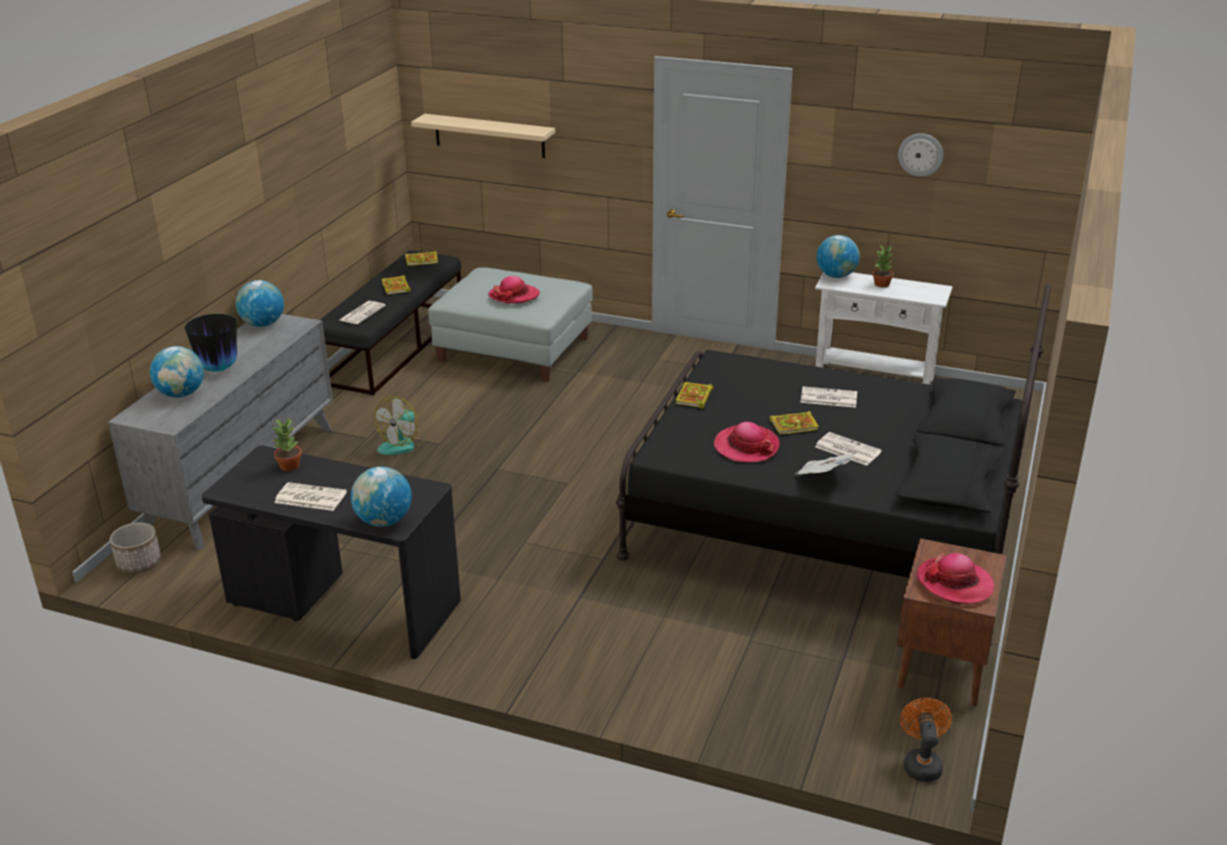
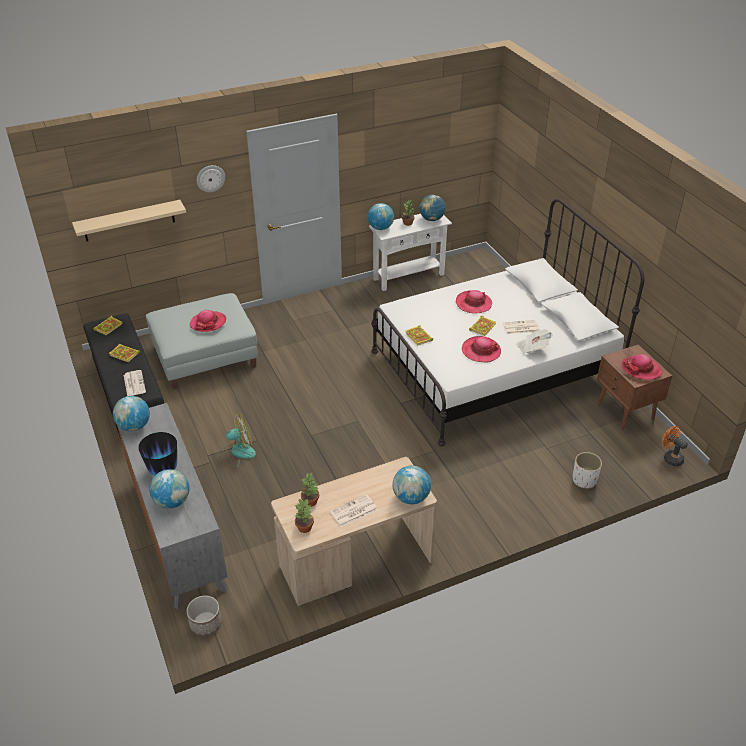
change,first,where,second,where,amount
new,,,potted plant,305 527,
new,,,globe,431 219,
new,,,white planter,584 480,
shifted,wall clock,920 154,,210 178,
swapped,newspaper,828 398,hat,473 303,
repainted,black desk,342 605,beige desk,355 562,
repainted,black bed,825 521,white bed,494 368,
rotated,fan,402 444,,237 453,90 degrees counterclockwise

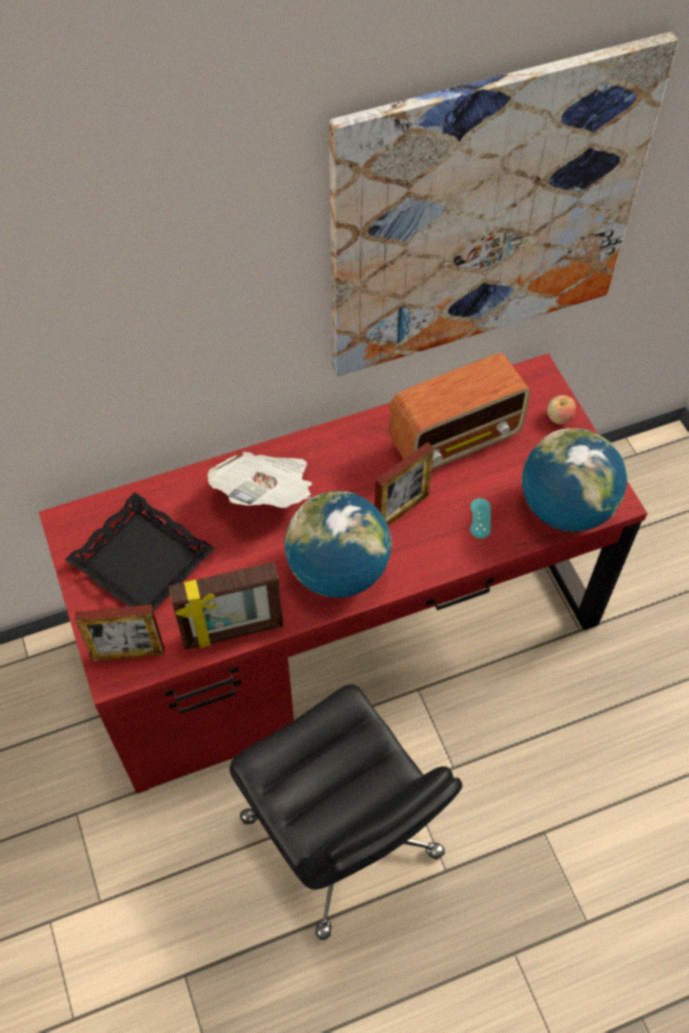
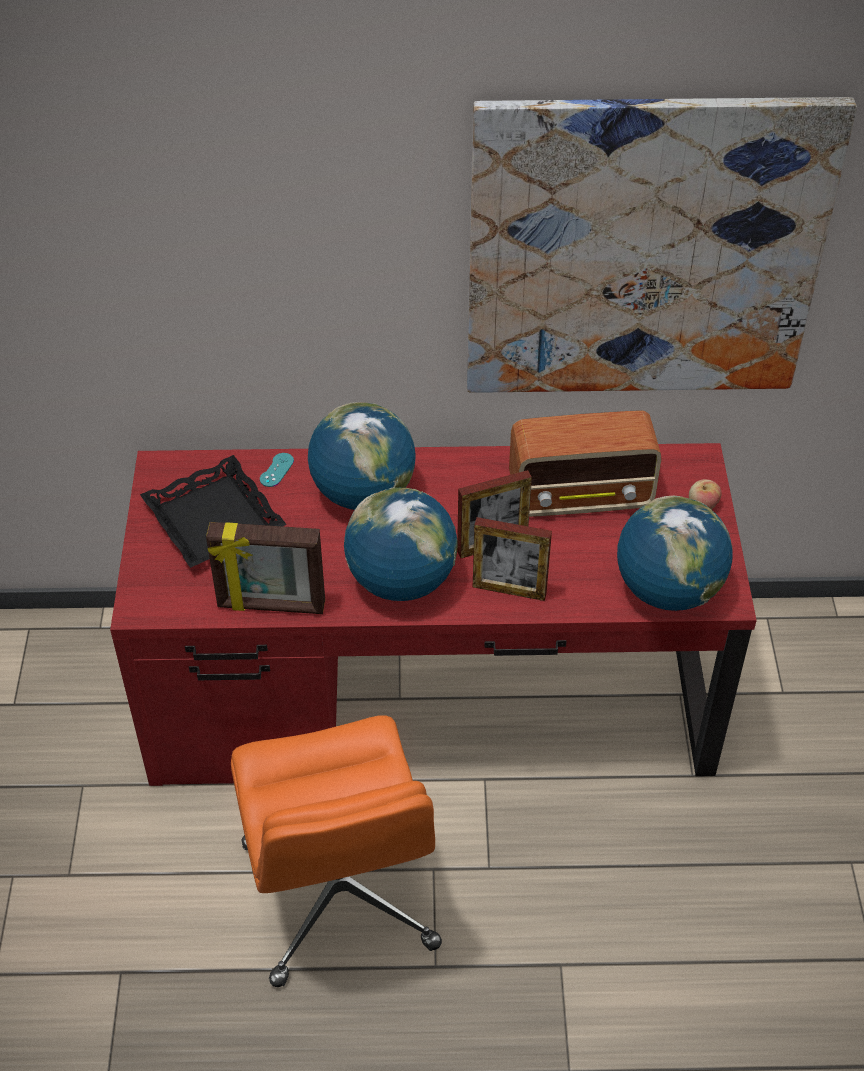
change,first,where,second,where,amount
shifted,picture frame,128 653,,509 590,
shifted,turquoise game controller,480 518,,276 470,
swapped,newspaper,266 494,globe,363 494,
repainted,black office chair,343 837,orange office chair,341 897,

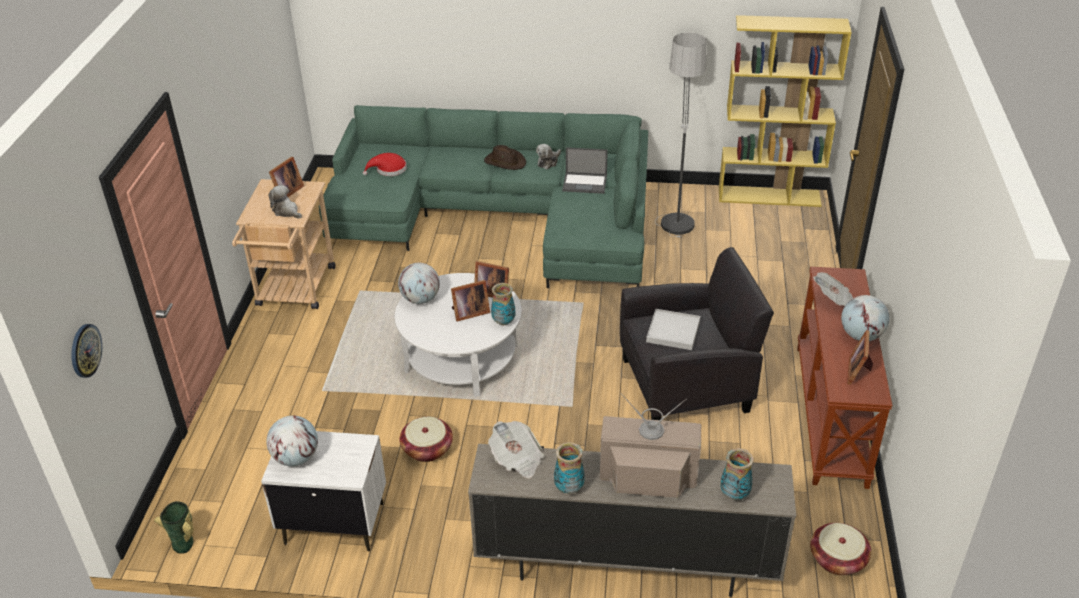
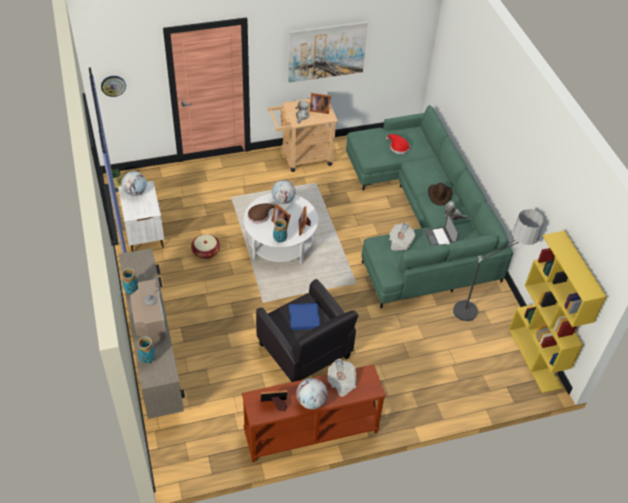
change,first,where,second,where,amount
gone,basket,837 559,,,
new,,,brown hat,260 215,
new,,,picture,326 51,
shifted,newspaper,517 459,,400 242,
repainted,white tray,673 331,blue tray,304 317,

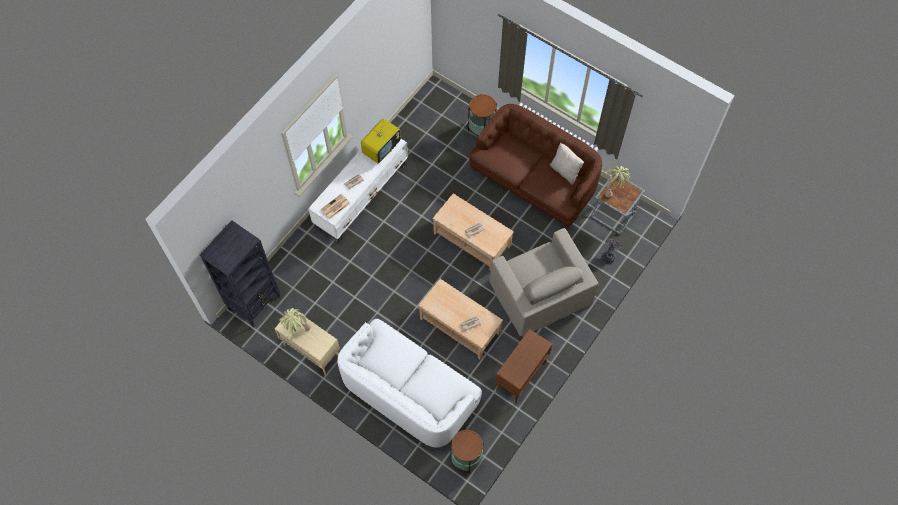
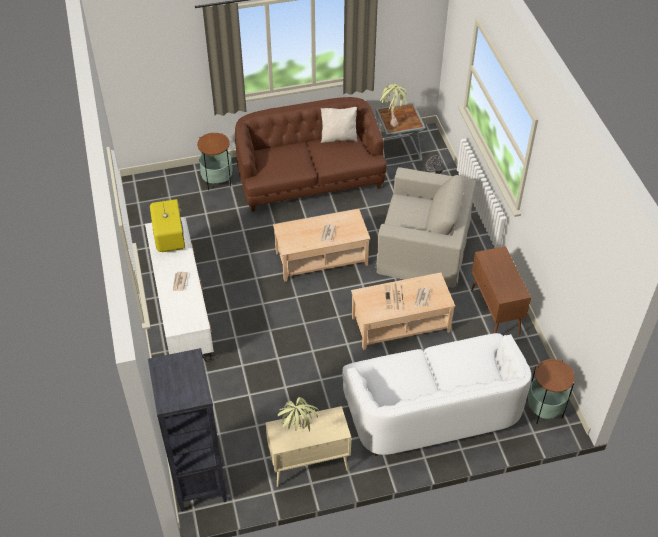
change,first,where,second,where,amount
shifted,newspaper,335 207,,394 298,

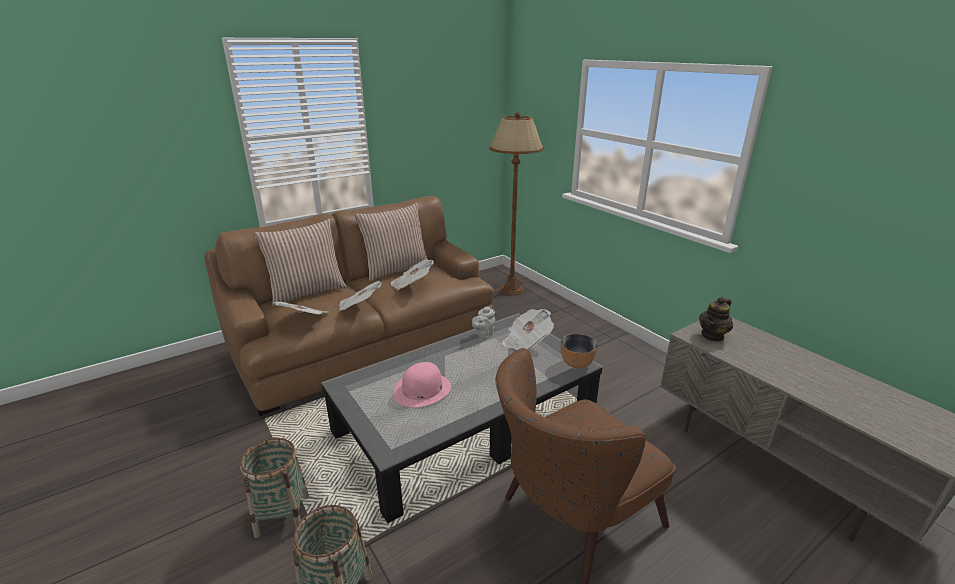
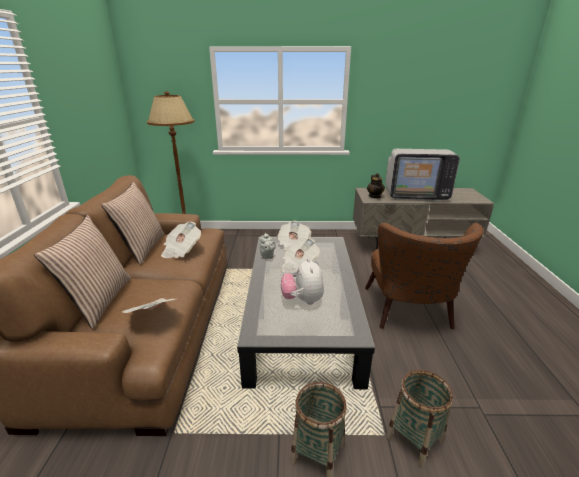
change,first,where,second,where,amount
gone,bowl,576 364,,,
new,,,television,415 195,
shifted,newspaper,359 307,,298 265,
swapped,pink hat,422 389,plush toy,302 300,

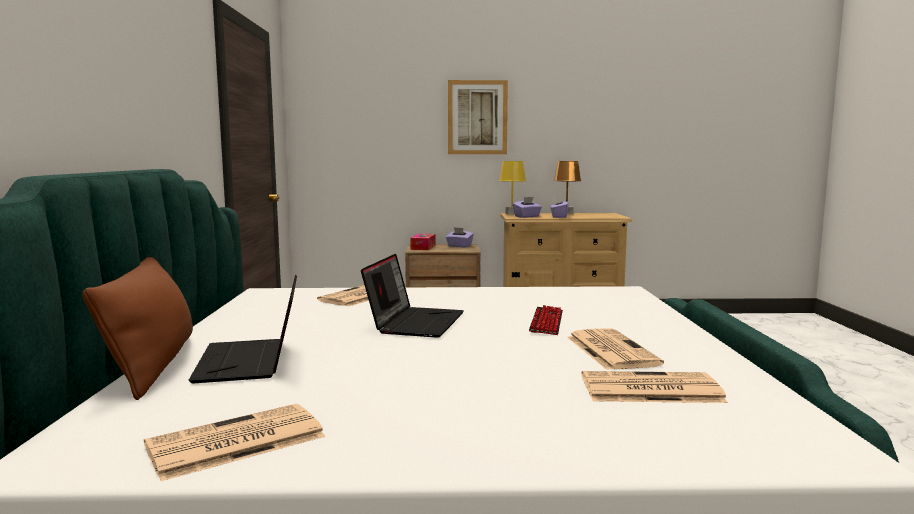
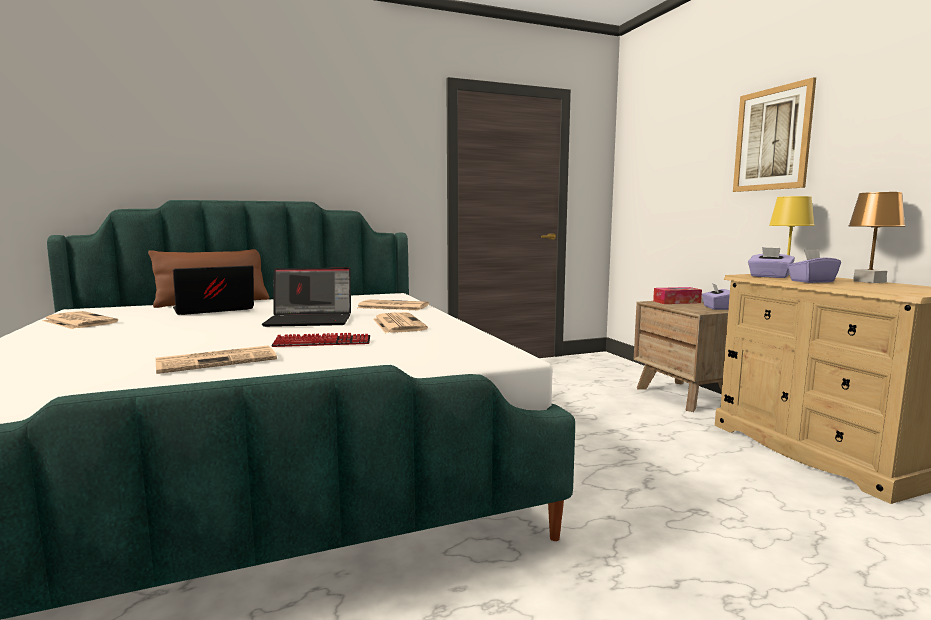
change,first,where,second,where,amount
shifted,newspaper,648 389,,398 324,

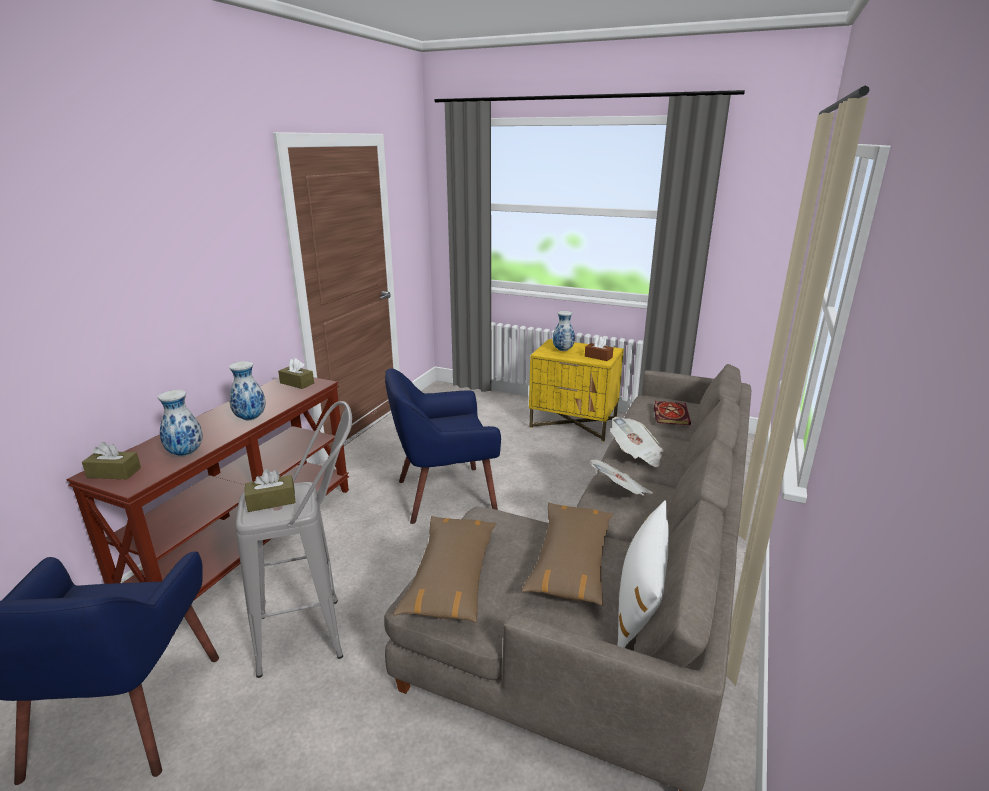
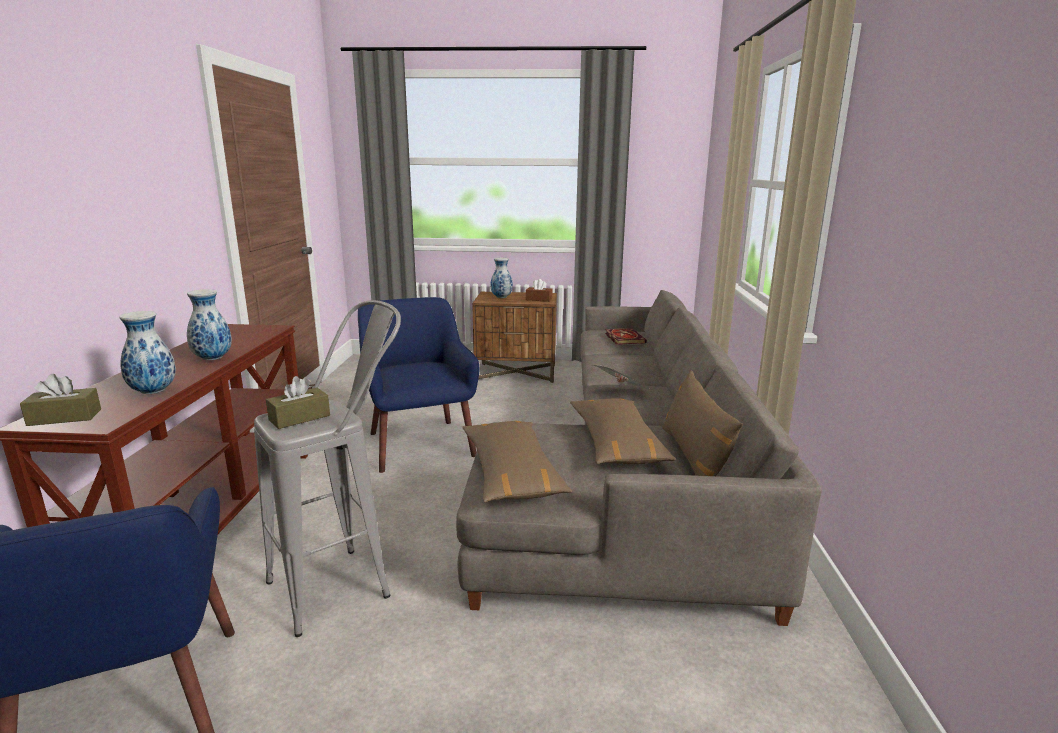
change,first,where,second,where,amount
gone,brown tissue box,297 383,,,
gone,newspaper,636 454,,,
repainted,yellow nightstand,574 423,brown nightstand,516 373,
repainted,white pillow,640 599,brown pillow,694 459,
rotated,blue armchair,444 494,,419 444,105 degrees clockwise

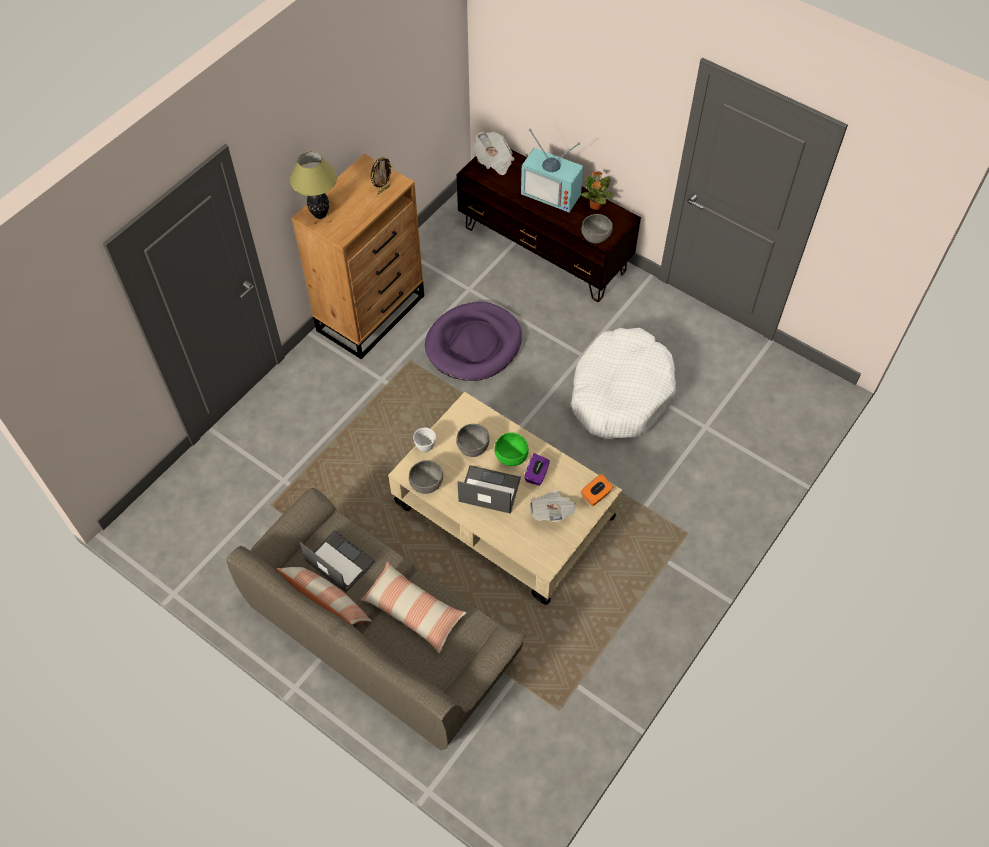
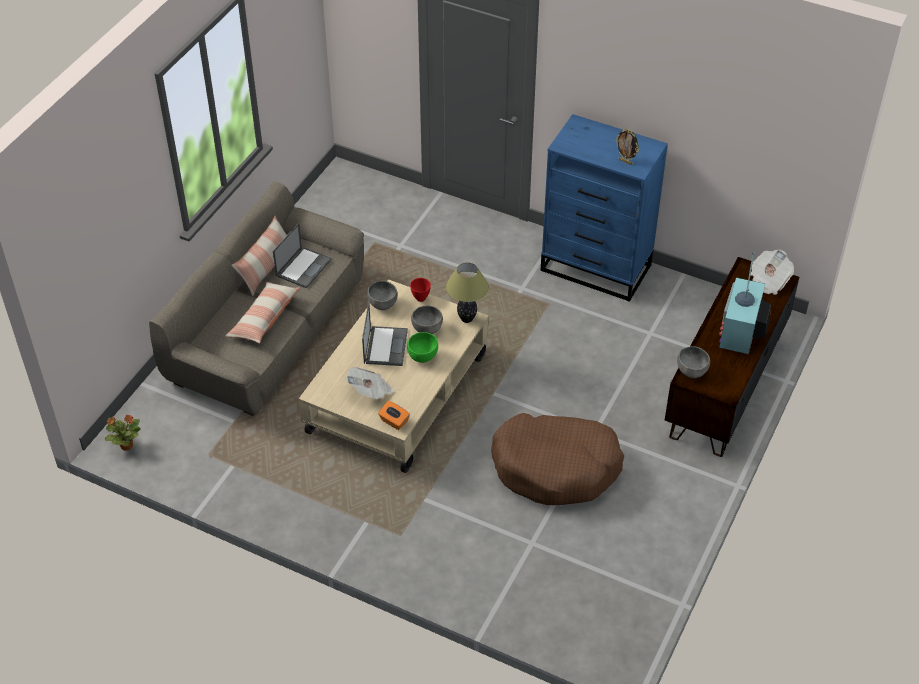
change,first,where,second,where,amount
gone,purple dog bed,474 344,,,
gone,purple tissue box,536 475,,,
shifted,table lamp,319 214,,467 319,
shifted,potted plant,595 206,,126 445,
repainted,brown dresser,371 312,blue dresser,596 268,
repainted,white bowl,425 448,red bowl,420 298,
repainted,white dog bed,621 392,brown dog bed,556 467,

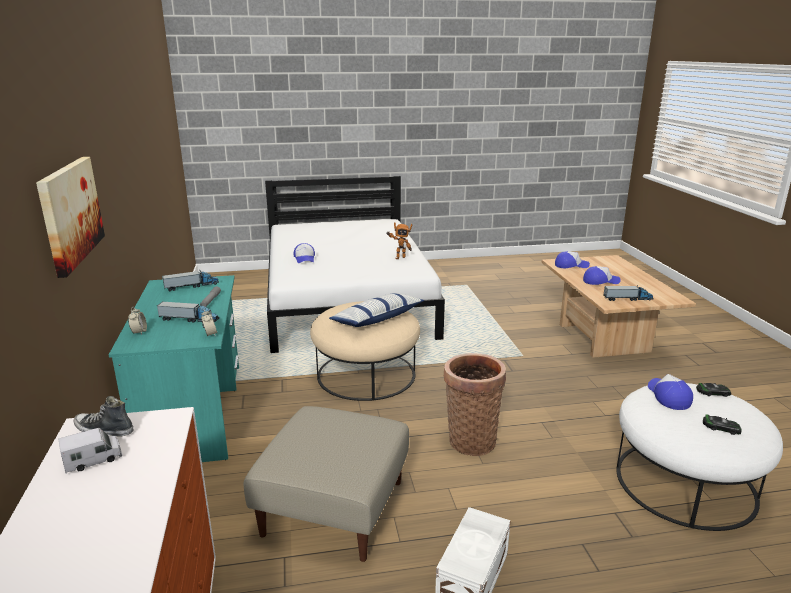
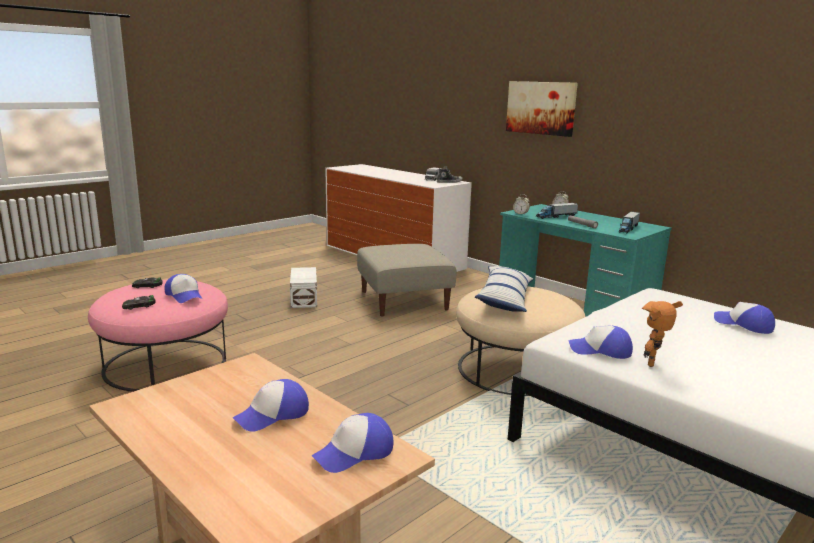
change,first,where,second,where,amount
gone,basket,470 439,,,
gone,toy truck,627 299,,,
new,,,cap,600 350,
repainted,white ottoman,684 482,pink ottoman,166 364,

